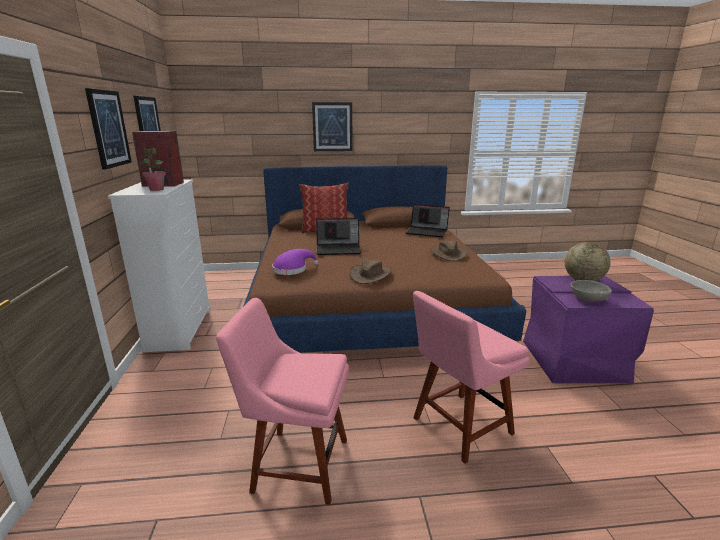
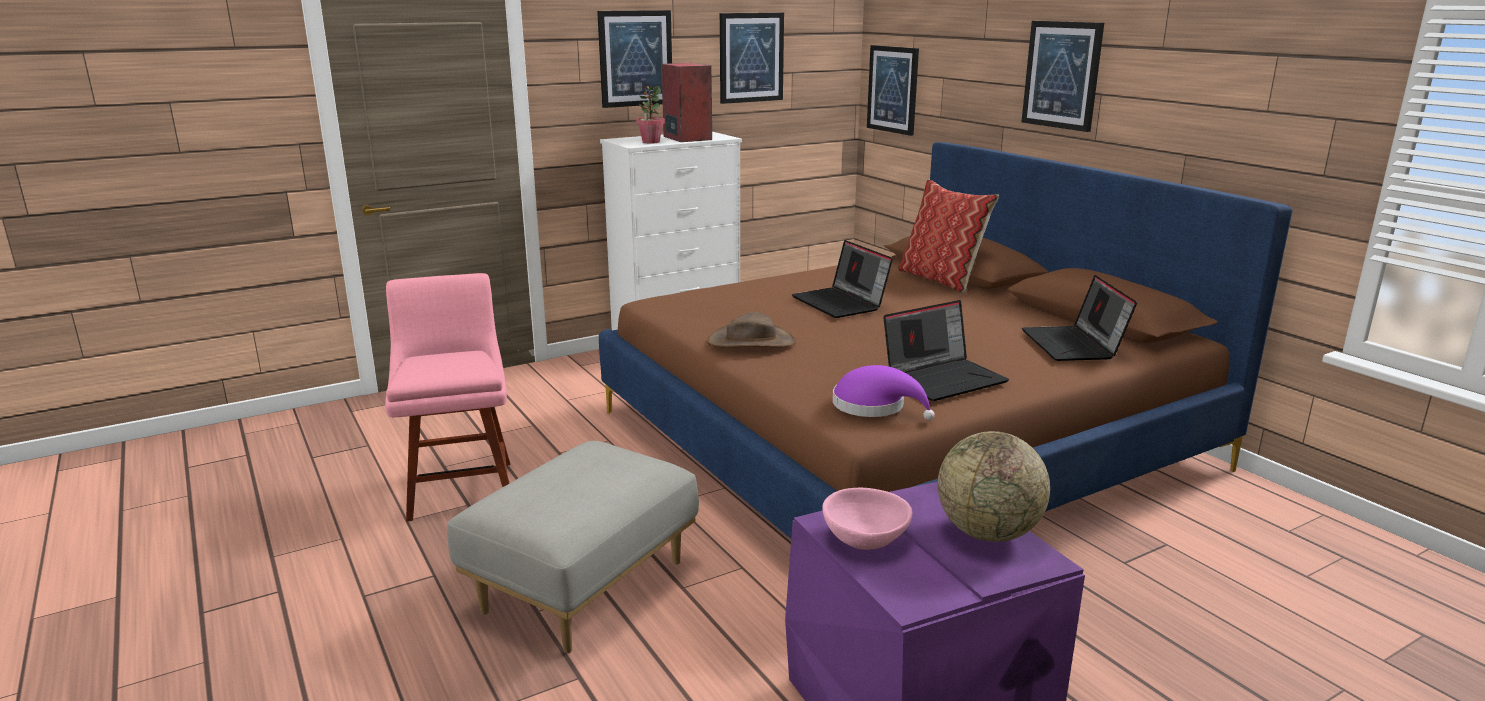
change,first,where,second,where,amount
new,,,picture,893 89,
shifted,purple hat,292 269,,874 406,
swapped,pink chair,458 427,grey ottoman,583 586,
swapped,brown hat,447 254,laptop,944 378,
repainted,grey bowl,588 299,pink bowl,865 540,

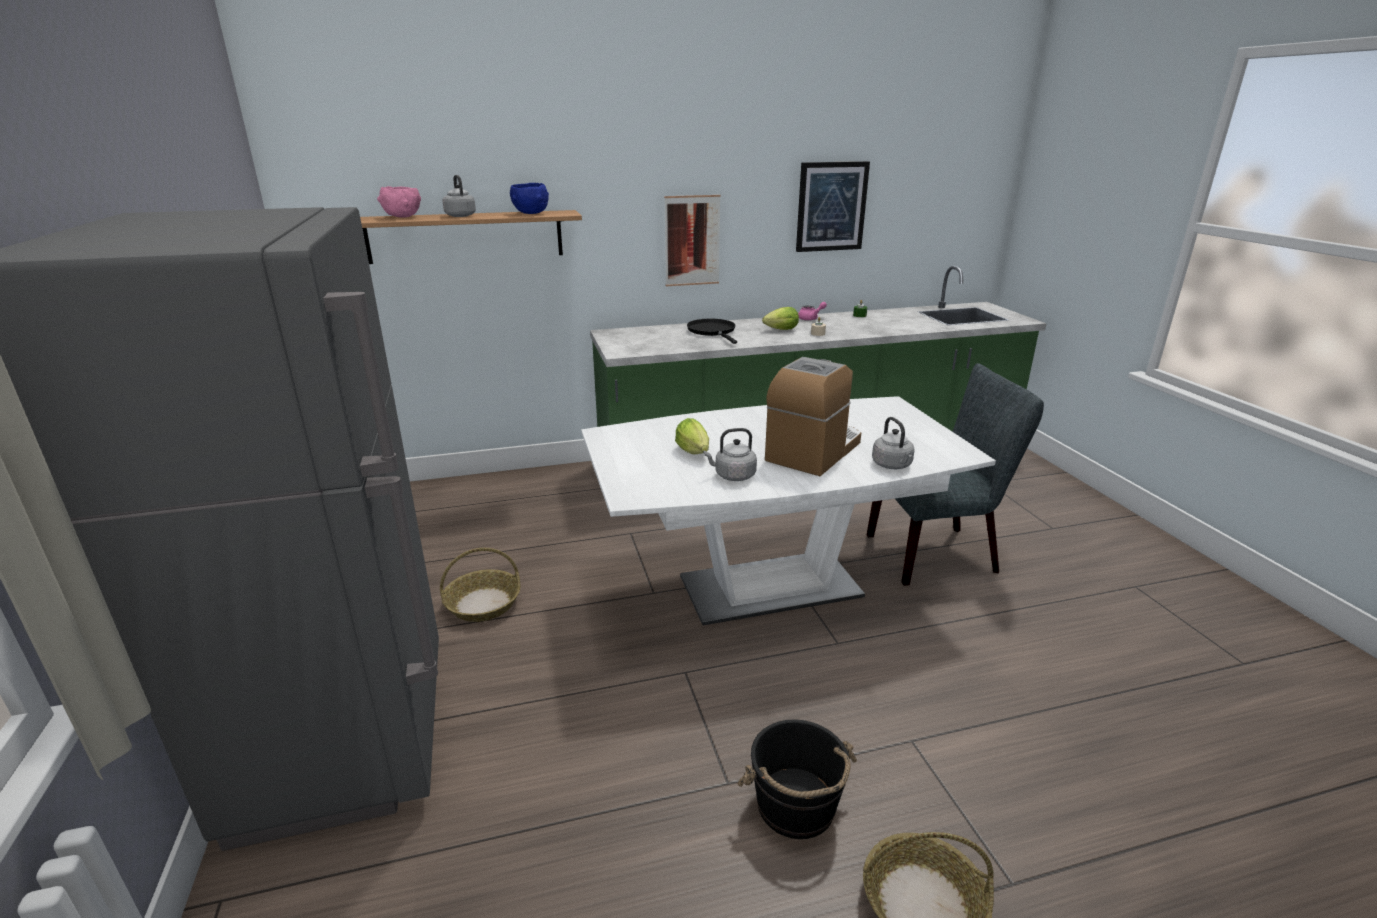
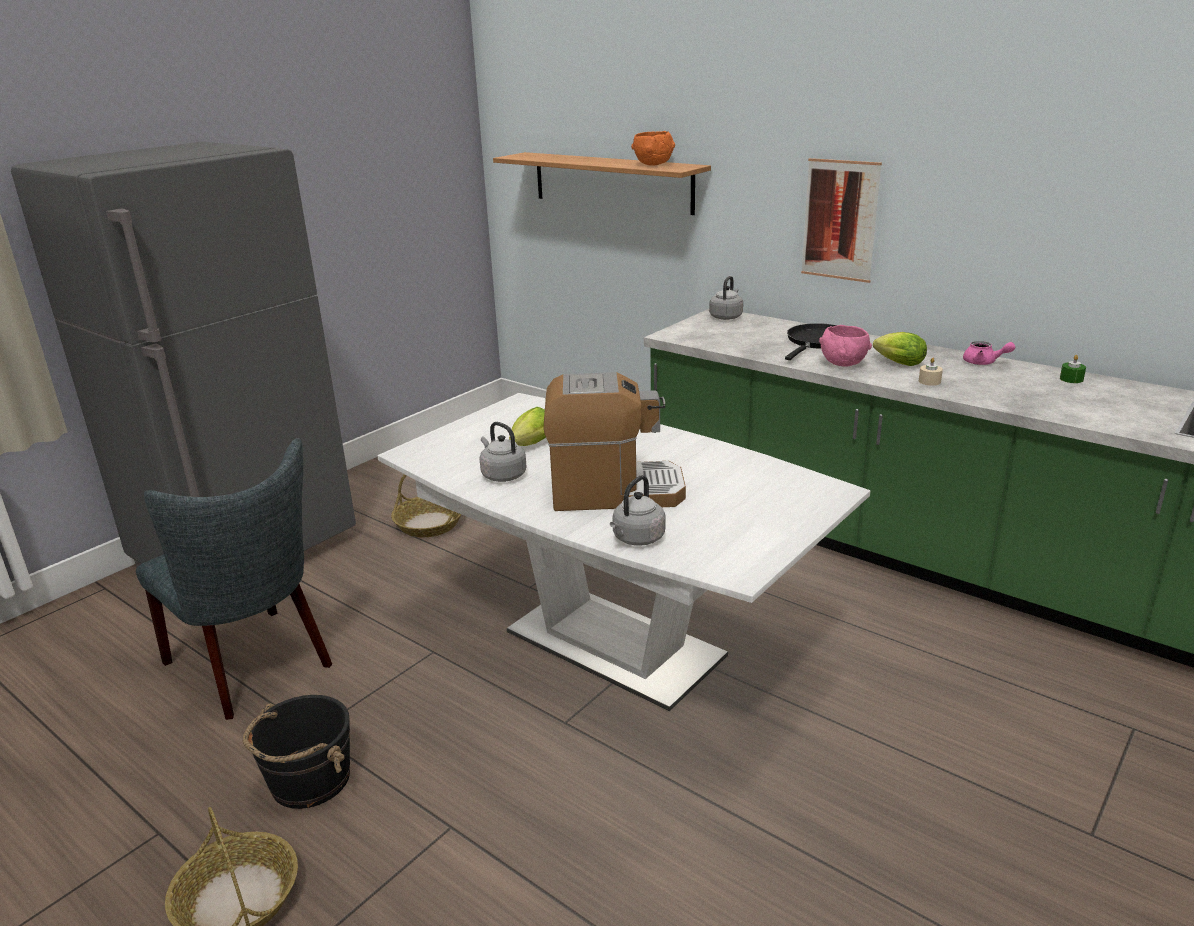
change,first,where,second,where,amount
gone,picture,831 206,,,
shifted,pink bowl,403 217,,843 364,
shifted,grey kettle,460 215,,726 317,
shifted,grey chair,939 553,,255 667,
repainted,blue bowl,530 213,orange bowl,653 164,

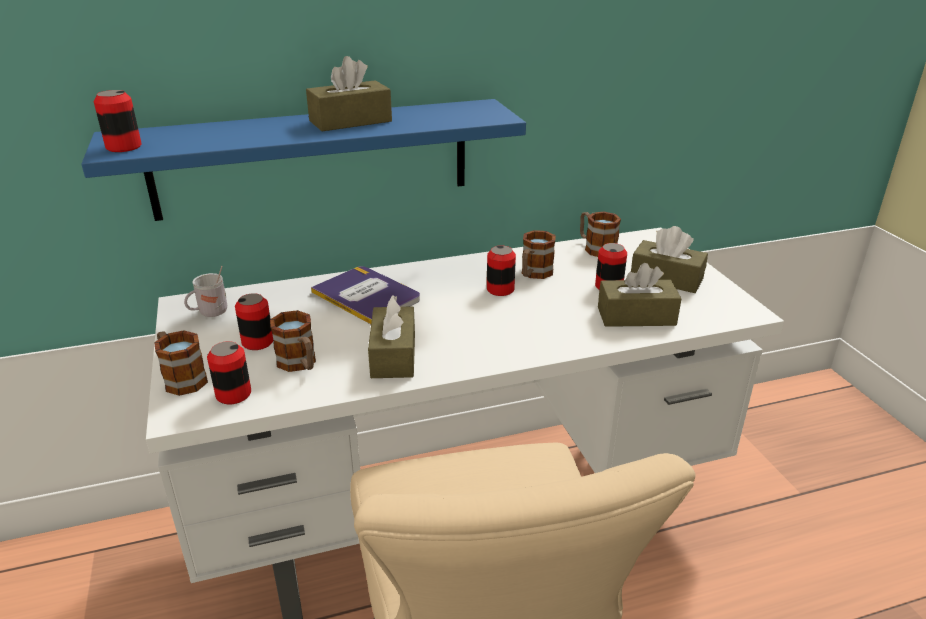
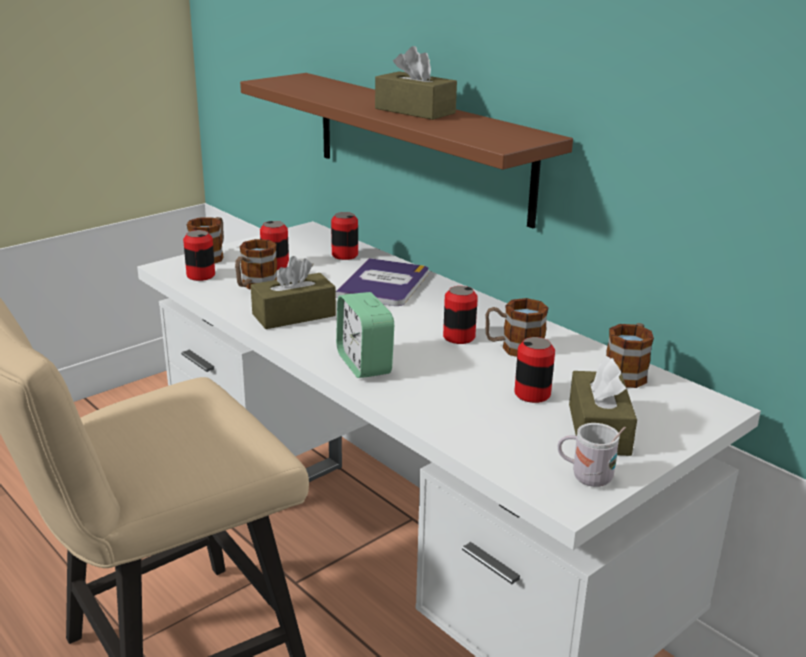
change,first,where,second,where,amount
gone,brown tissue box,636 316,,,
new,,,alarm clock,364 364,
shifted,can,124 147,,345 255,
shifted,white mug,209 313,,585 477,
repainted,blue shelf,313 159,brown shelf,420 145,

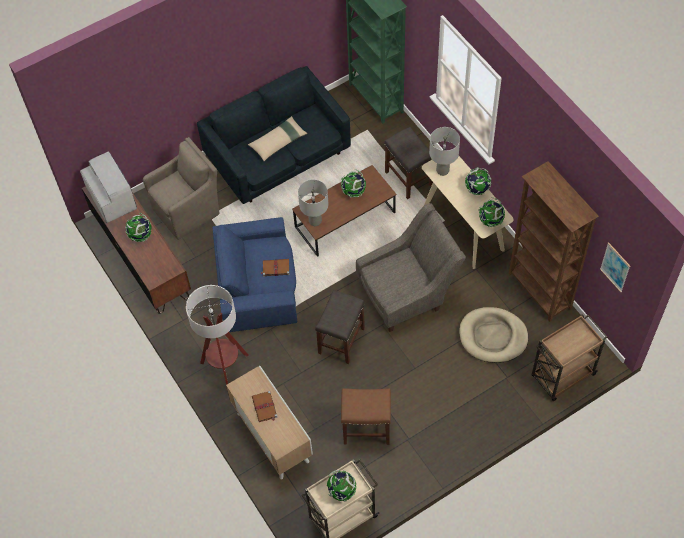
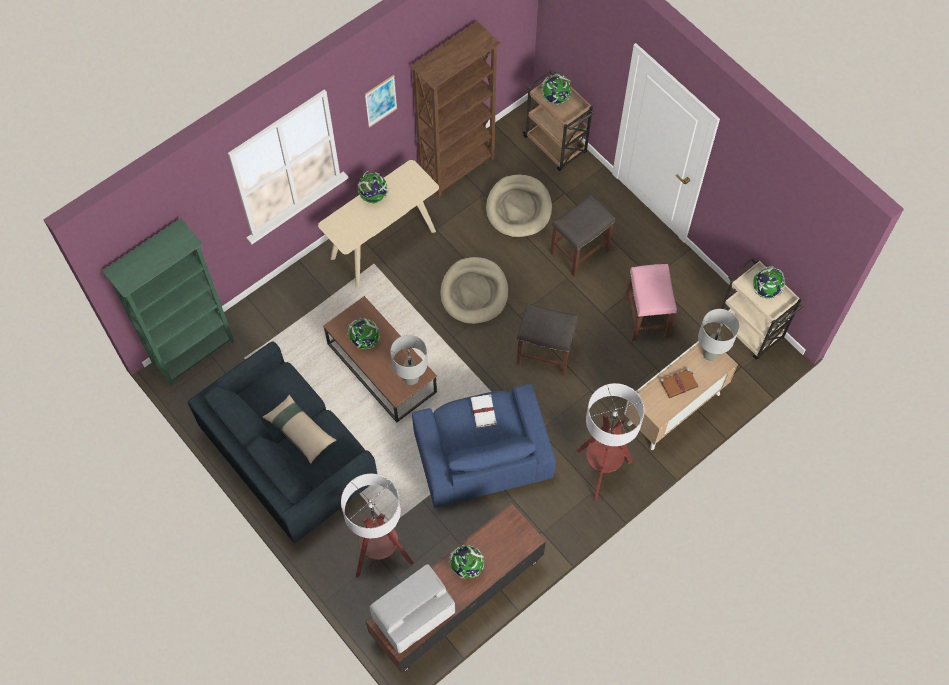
change,first,where,second,where,amount
shifted,grey stool,409 179,,580 251,
shifted,grey table lamp,443 170,,710 353,
shifted,globe,490 220,,555 98,
shifted,picture,615 267,,380 101,
swapped,brown armchair,188 210,floor lamp,381 554,
swapped,grey armchair,408 293,beige dog bed,474 292,
repainted,brown book,275 268,white book,483 412,
repainted,brown stool,366 429,pink stool,646 318,

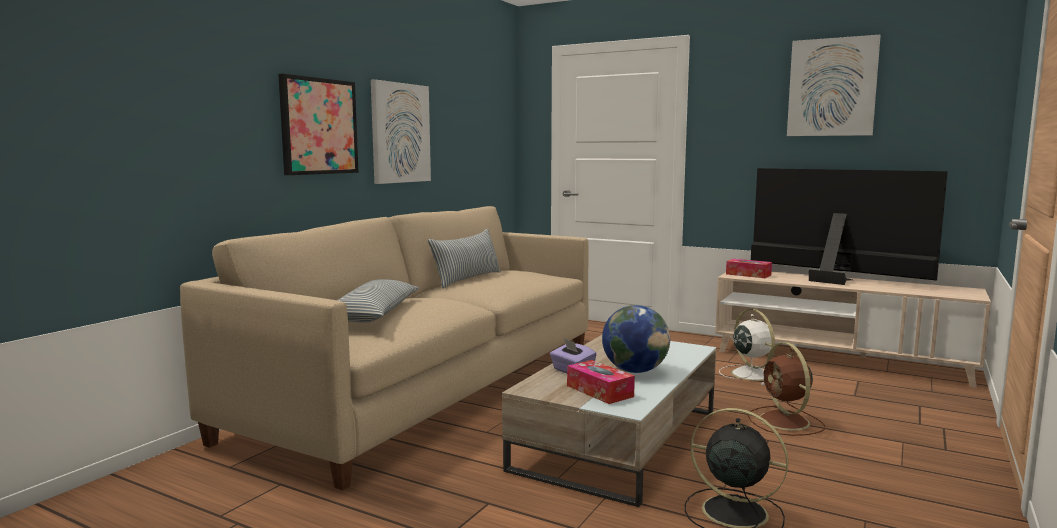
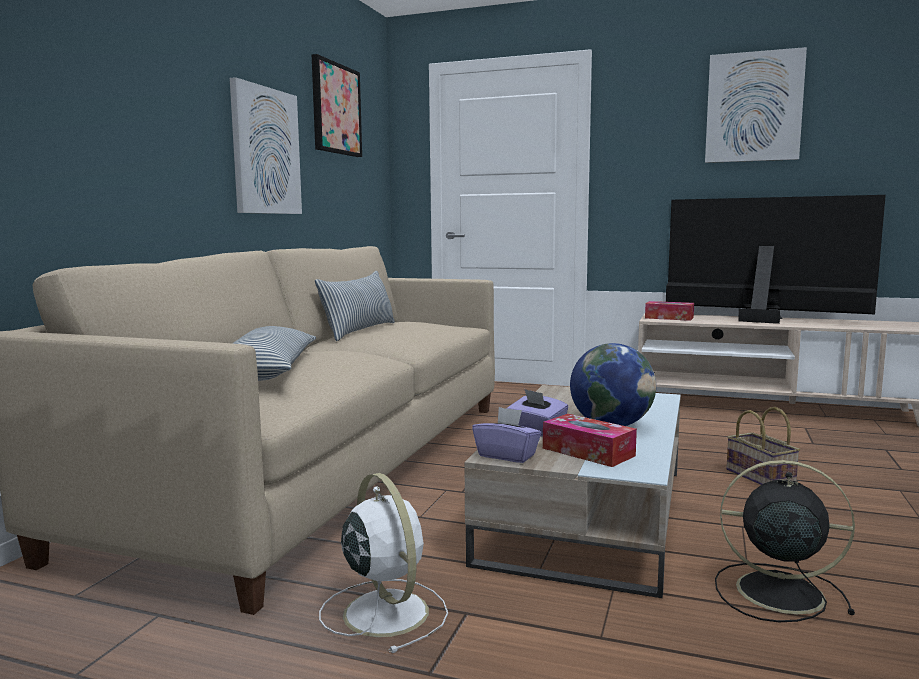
change,first,where,second,where,amount
new,,,purple tissue box,507 455,
shifted,picture,318 126,,335 109,
shifted,white fan,750 374,,384 611,
swapped,brown fan,785 422,basket,762 477,

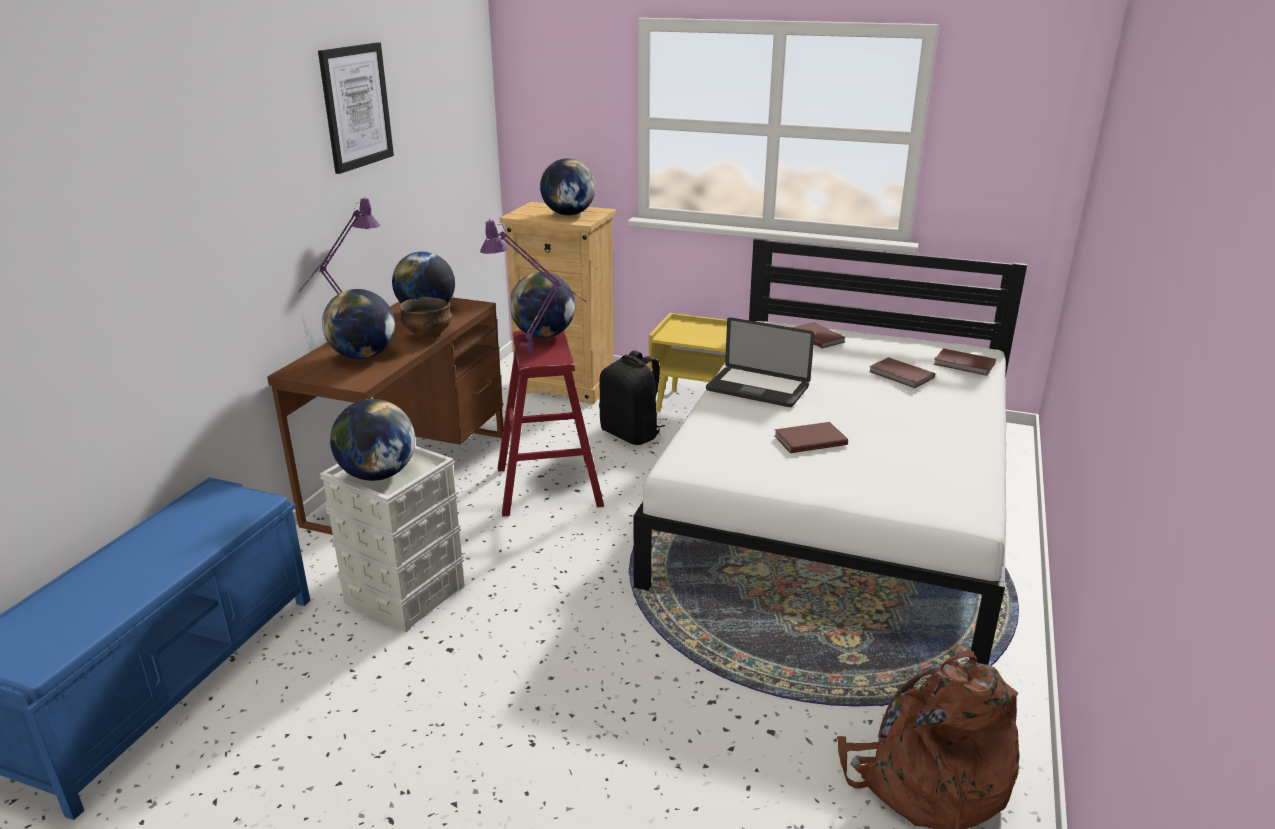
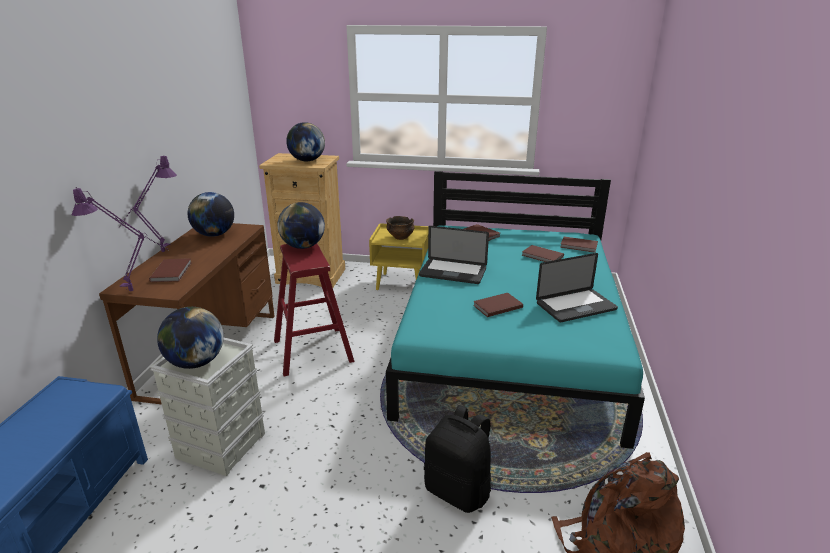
change,first,where,second,where,amount
gone,picture,356 106,,,
new,,,laptop,576 306,
shifted,bowl,428 335,,400 237,
shifted,purple table lamp,538 354,,137 292,
shifted,black backpack,631 434,,459 491,
swapped,globe,363 356,brown book,172 271,
repainted,white bed,839 502,turquoise bed,509 342,

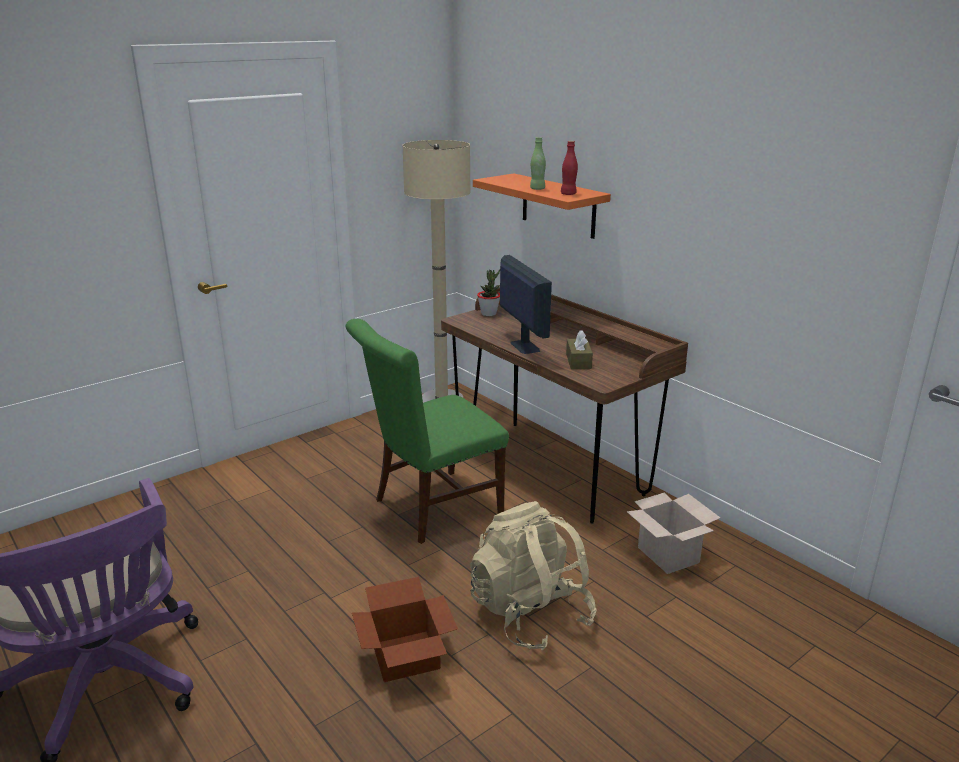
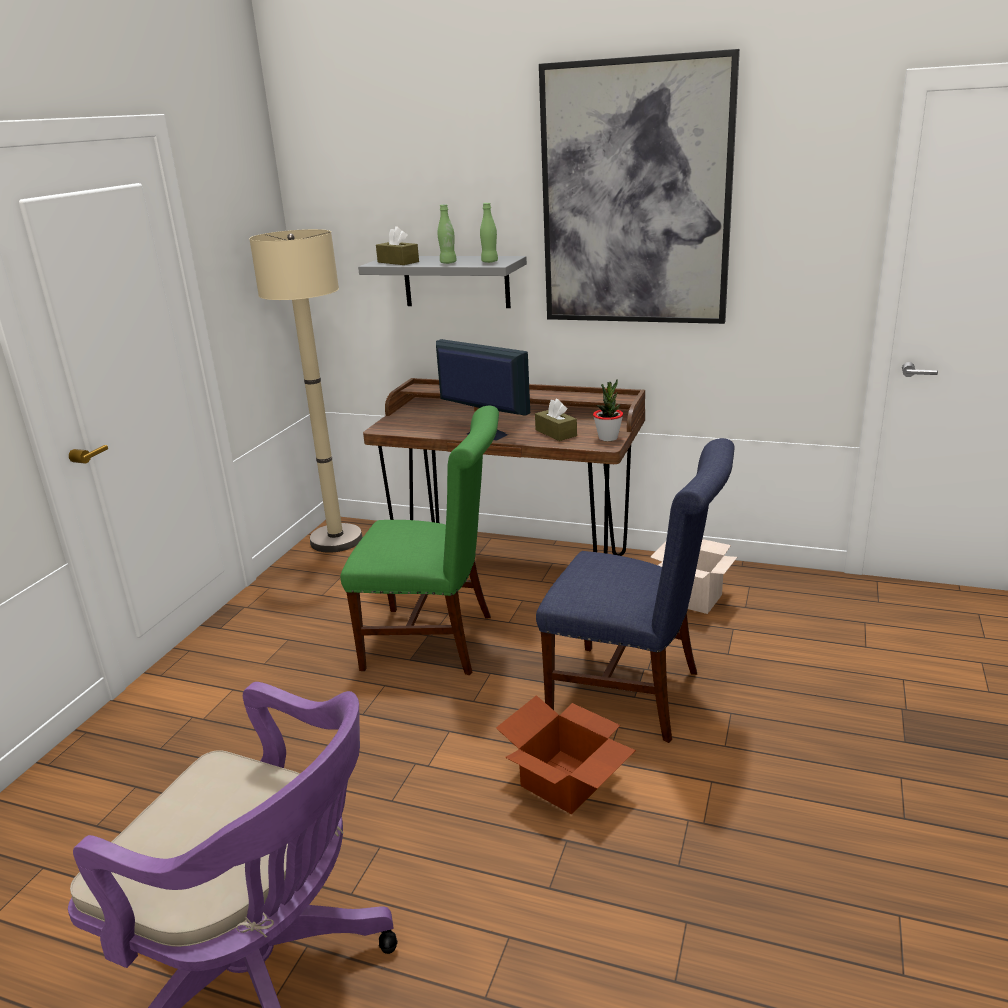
change,first,where,second,where,amount
new,,,brown tissue box,398 262,
new,,,picture,635 195,
shifted,potted plant,489 313,,608 438,
swapped,beige backpack,530 614,blue chair,635 694,
repainted,orange shelf,558 206,grey shelf,456 281,
repainted,red bottle,568 194,green bottle,489 262,
rotated,green chair,431 508,,437 641,105 degrees counterclockwise

